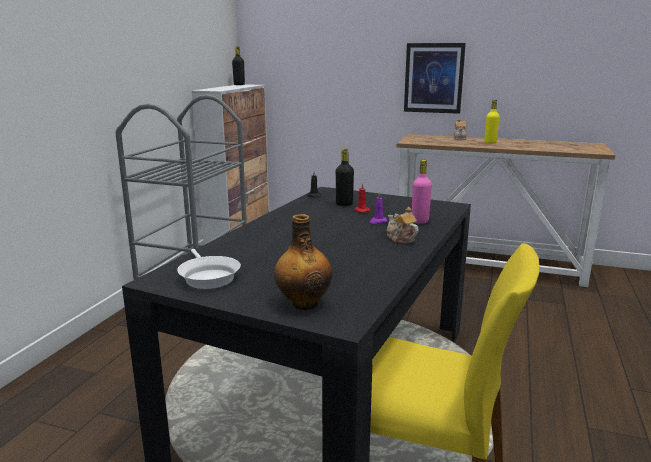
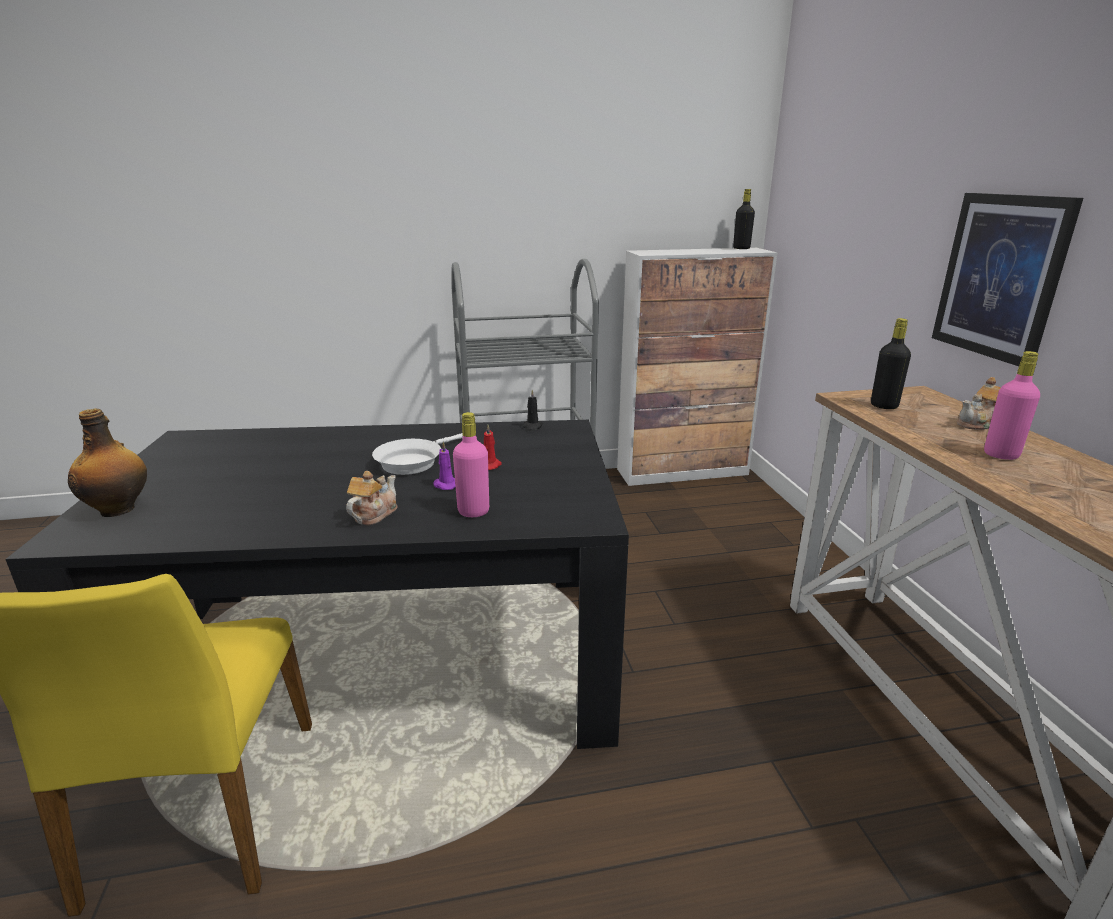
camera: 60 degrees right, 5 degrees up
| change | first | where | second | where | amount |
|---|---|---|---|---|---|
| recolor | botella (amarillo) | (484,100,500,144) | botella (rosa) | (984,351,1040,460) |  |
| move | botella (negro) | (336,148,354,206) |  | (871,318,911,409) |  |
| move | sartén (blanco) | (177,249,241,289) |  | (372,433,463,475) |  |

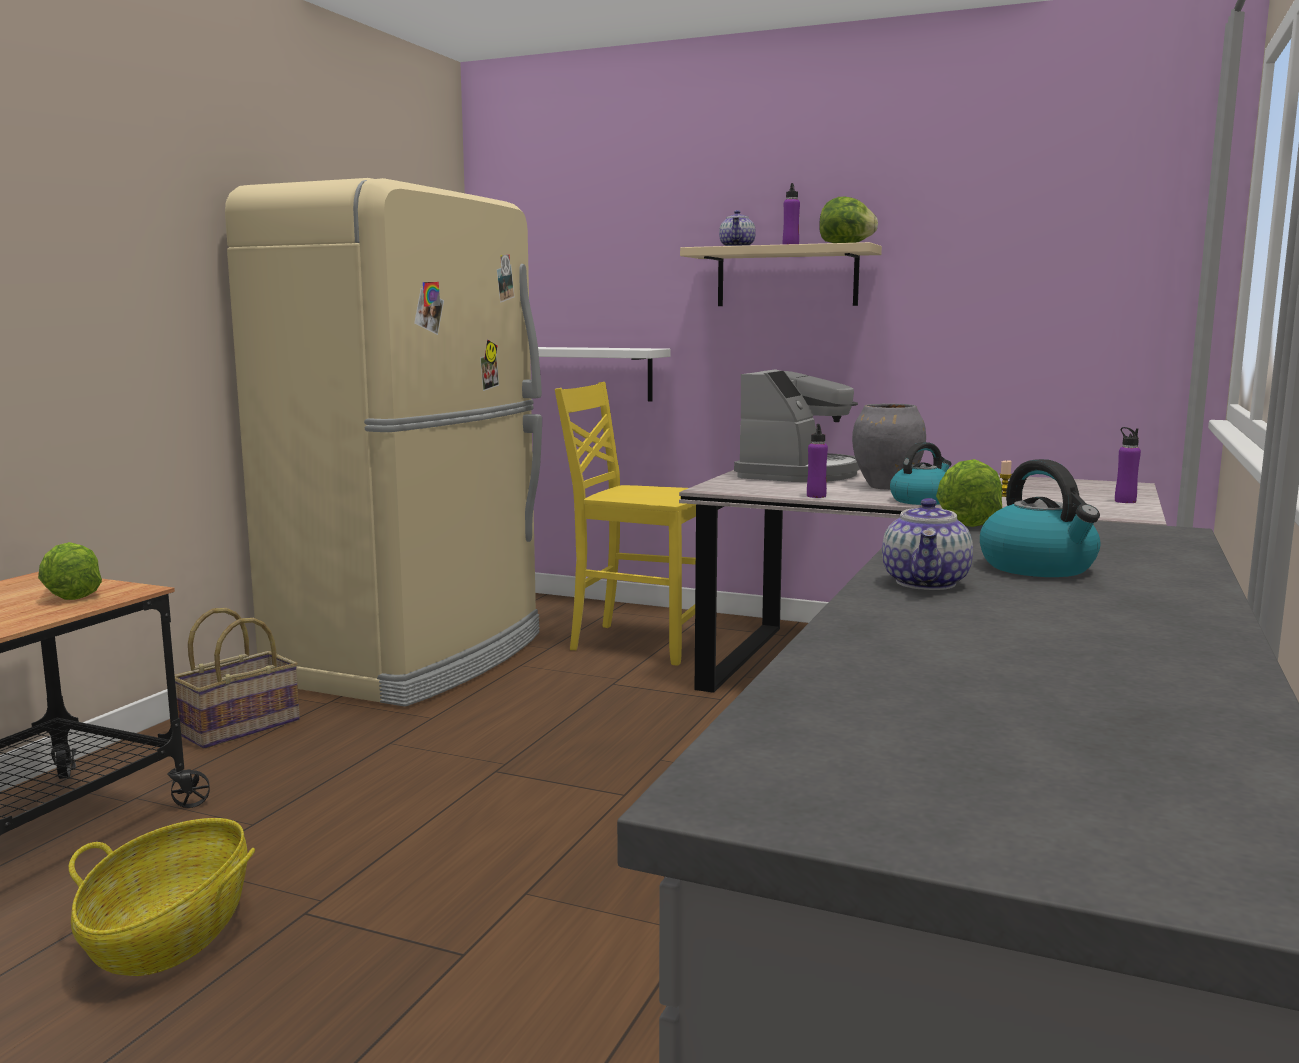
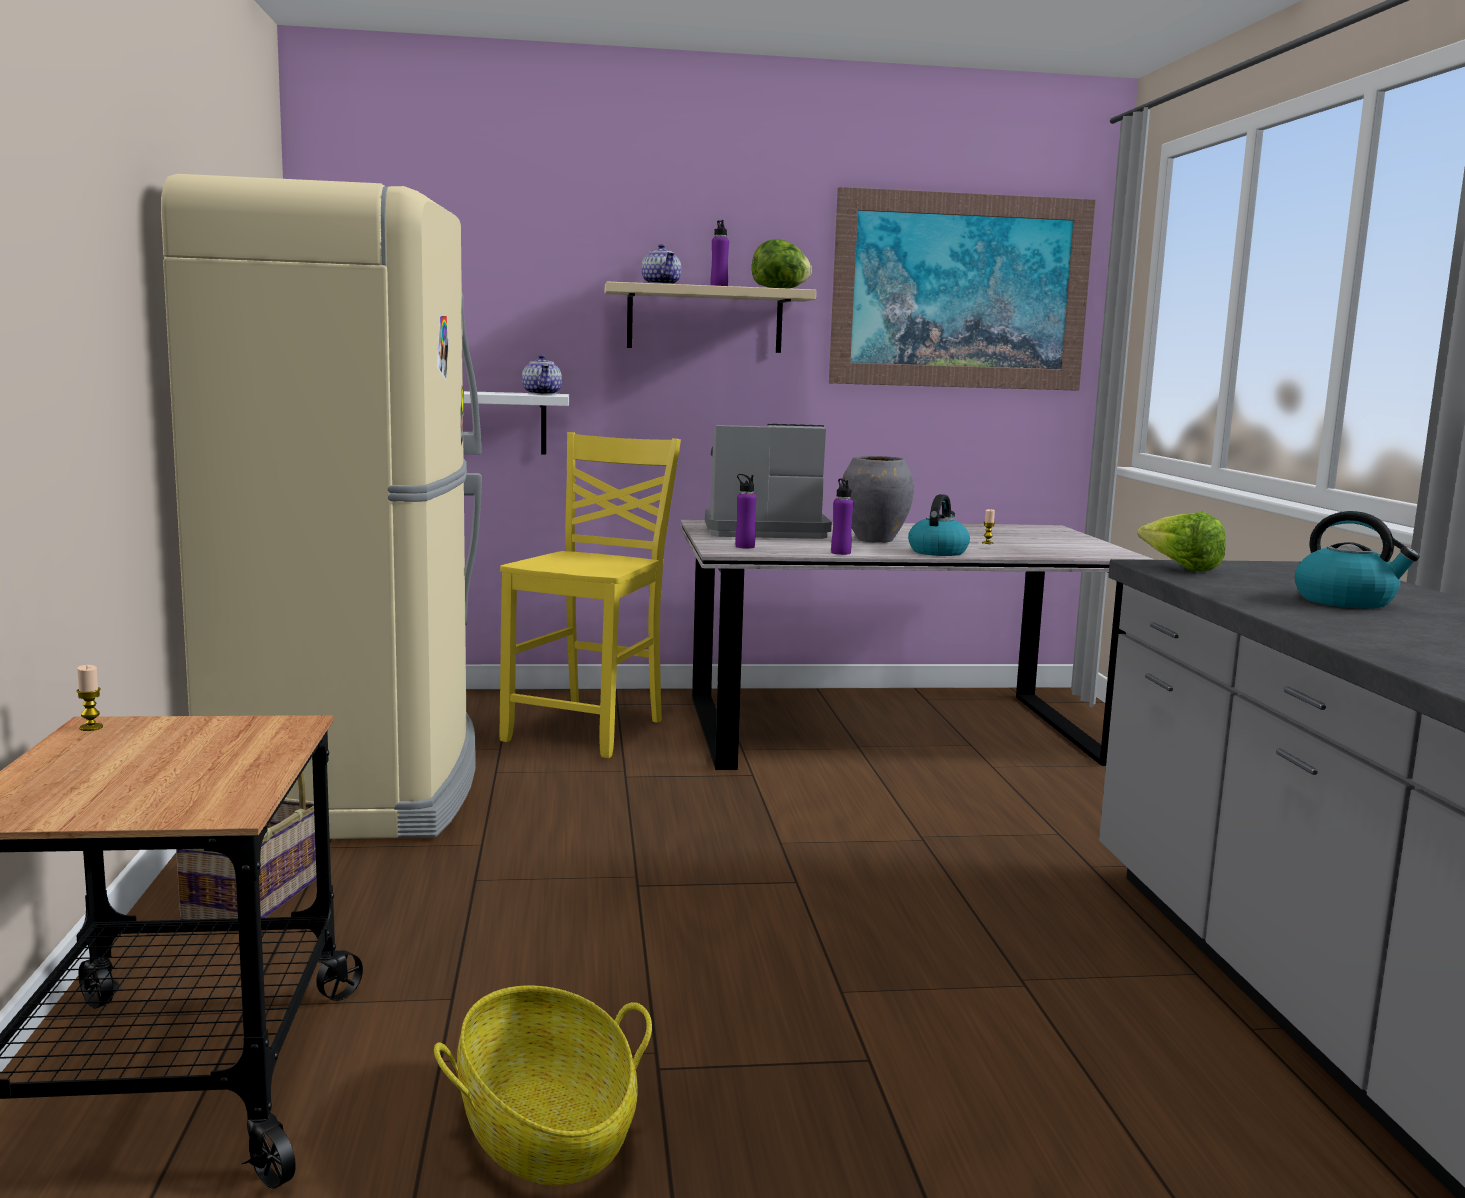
camera: 30 degrees left, 0 degrees up
| change | first | where | second | where | amount |
|---|---|---|---|---|---|
| rotate | cafetera | (734,369,860,482) |  | (705,424,832,539) | 90 degrees counterclockwise |
| rotate | silla (amarillo) | (555,382,696,666) |  | (500,432,681,758) | 120 degrees clockwise |
| move | botella (morado) | (1115,427,1141,503) |  | (735,474,757,548) |  |
| move | tetera | (882,498,973,590) |  | (522,354,562,395) |  |
| delete | lechuga | (38,542,102,600) |  |  |  |
| insert |  |  | cuadro | (829,187,1095,391) |  |
| insert |  |  | vela | (76,665,103,731) |  |

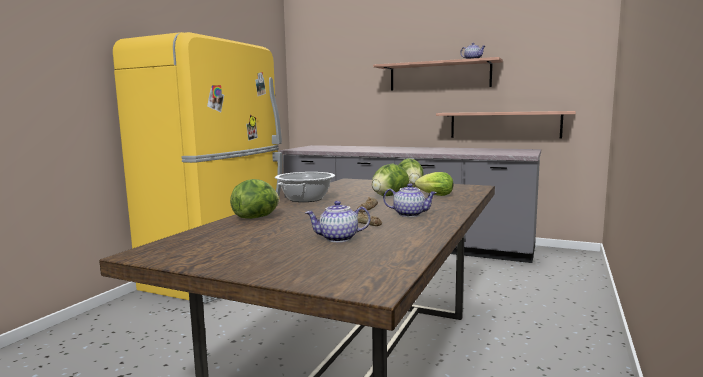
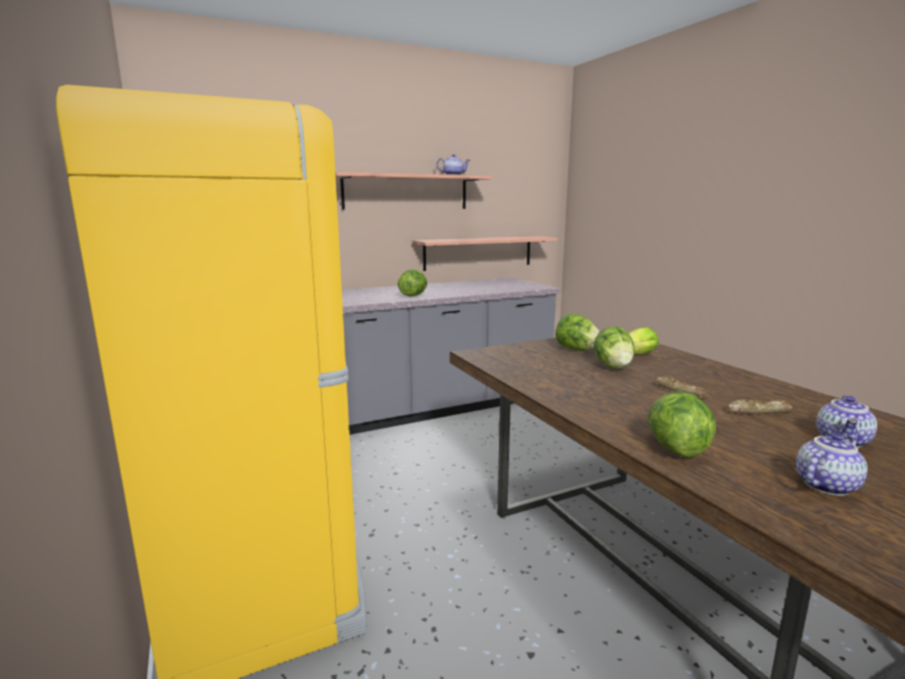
camera: 50 degrees left, 5 degrees up
| change | first | where | second | where | amount |
|---|---|---|---|---|---|
| delete | olla | (275,172,335,202) |  |  |  |
| move | tetera | (383,183,437,217) |  | (796,433,868,496) |  |
| insert |  |  | lechuga | (398,269,427,297) |  |

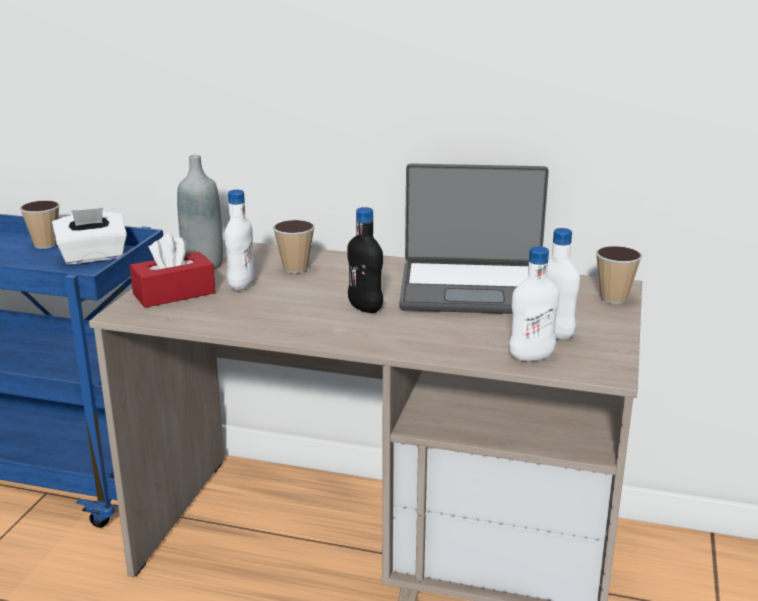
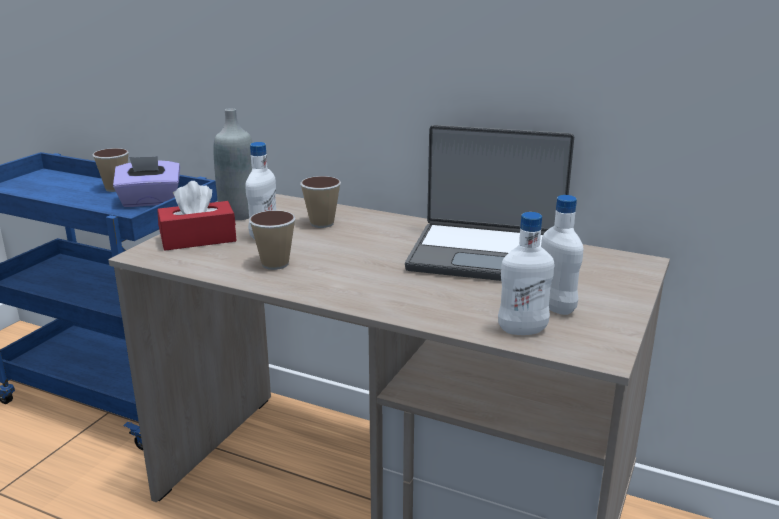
camera: 10 degrees right, 0 degrees up
| change | first | where | second | where | amount |
|---|---|---|---|---|---|
| delete | botella (negro) | (347,207,383,313) |  |  |  |
| recolor | caja de pañuelos (blanco) | (52,208,127,265) | caja de pañuelos (morado) | (113,156,180,207) |  |
| move | taza | (596,246,642,304) |  | (249,210,296,270) |  |

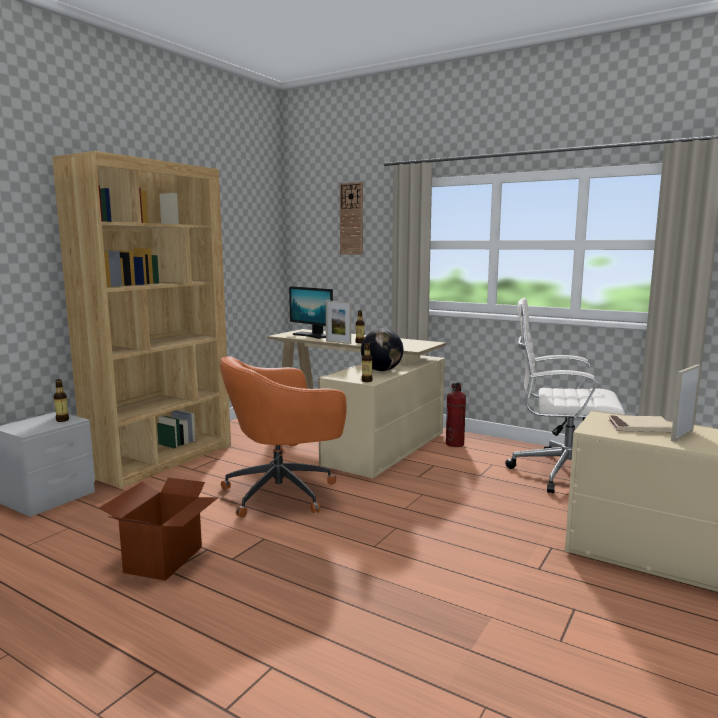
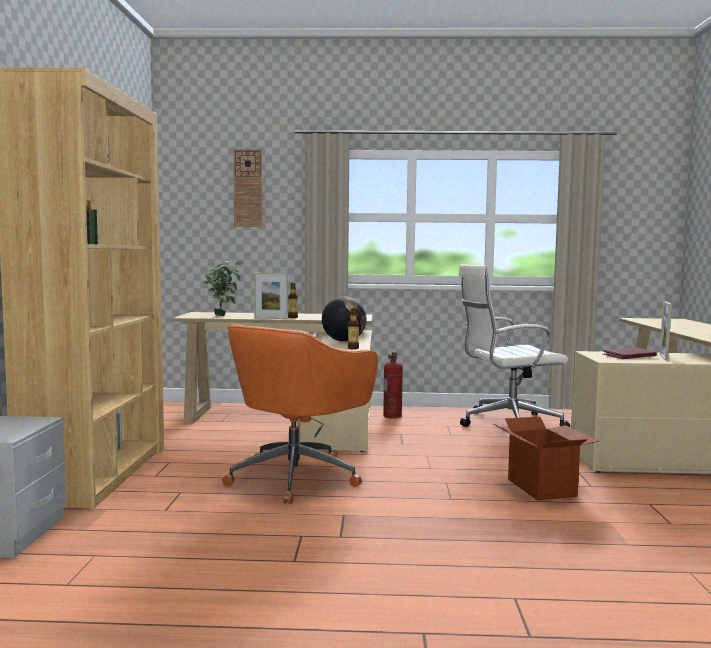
camera: 30 degrees left, 5 degrees down
| change | first | where | second | where | amount |
|---|---|---|---|---|---|
| replace | monitor | (289,286,333,339) | planta en maceta | (202,261,242,316) |  |
| delete | botella | (54,379,69,422) |  |  |  |
| recolor | libro (beis) | (608,415,672,432) | libro (rojo) | (603,347,657,359) |  |
| move | caja de cartón | (99,478,219,581) |  | (493,417,599,500) |  |

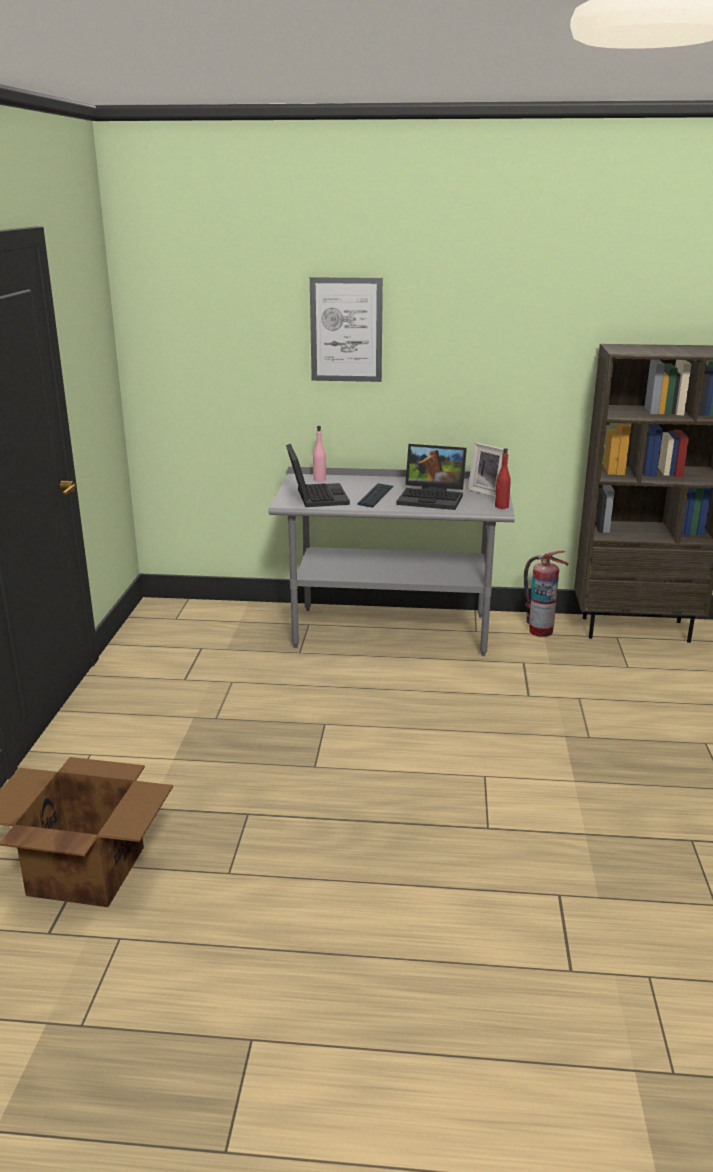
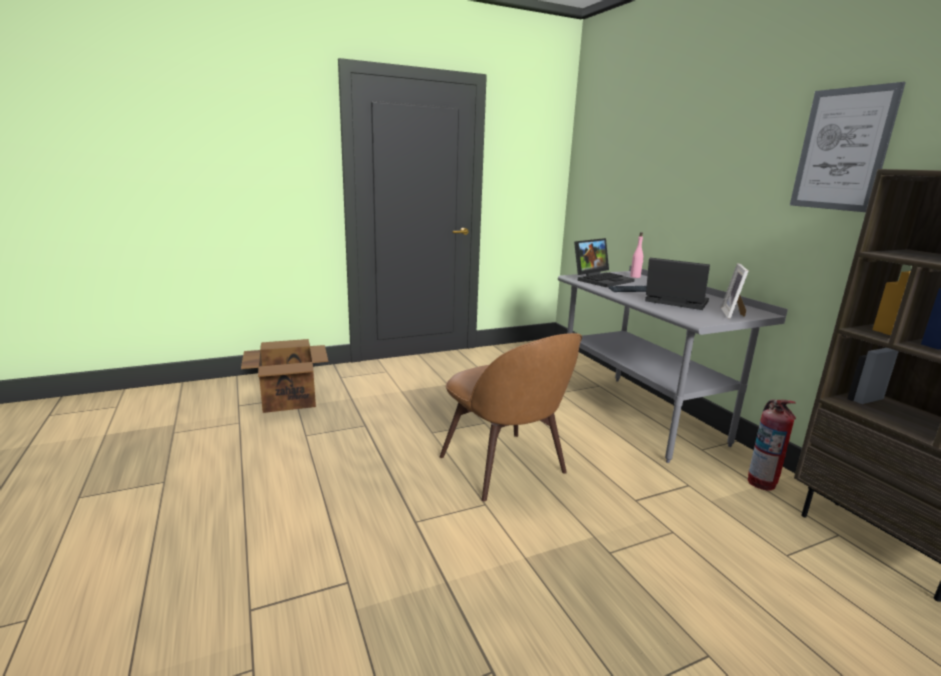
camera: 60 degrees right, 5 degrees down
| change | first | where | second | where | amount |
|---|---|---|---|---|---|
| move | cuadro | (310,277,383,382) |  | (790,82,906,212) |  |
| rotate | portátil | (396,444,467,510) |  | (645,258,710,310) | 135 degrees clockwise |
| delete | botella (rojo) | (495,448,511,509) |  |  |  |
| insert |  |  | silla (marrón) | (440,333,582,502) |  |

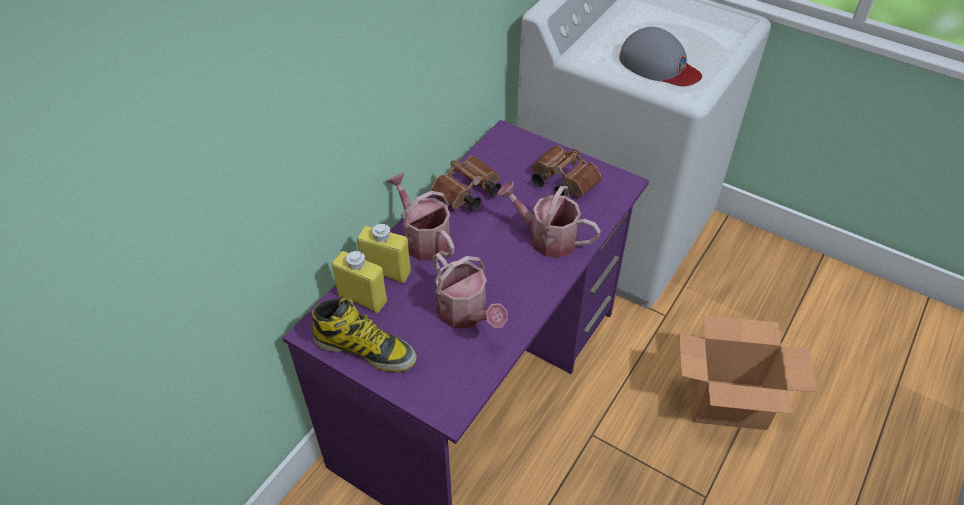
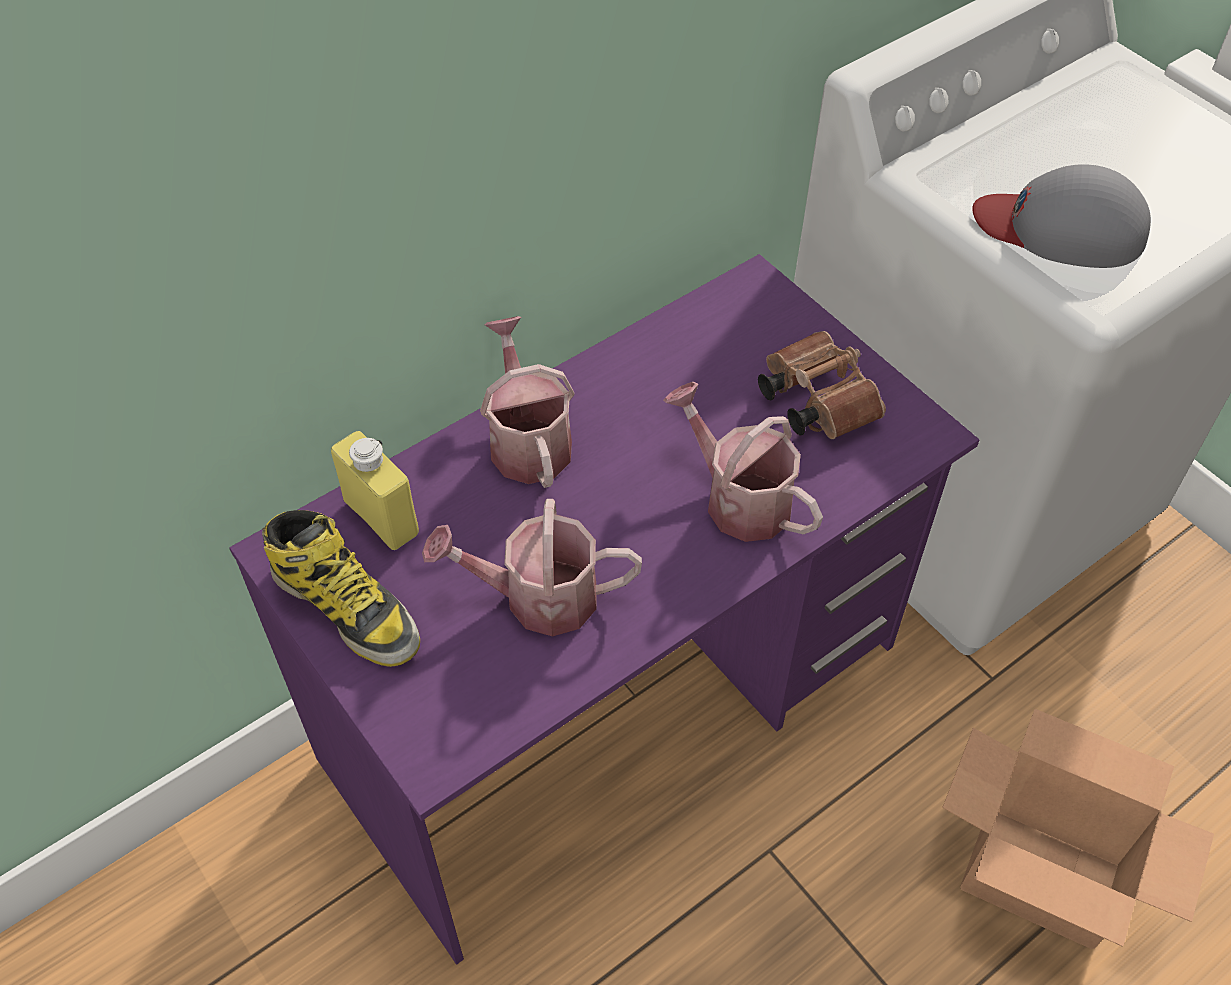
camera: 20 degrees right, 5 degrees up
| change | first | where | second | where | amount |
|---|---|---|---|---|---|
| rotate | gorra (gris) | (619,27,702,86) |  | (972,164,1151,268) | 135 degrees clockwise |
| delete | prismáticos (marrón) | (430,156,501,211) |  |  |  |
| delete | botella (amarillo) | (357,223,411,283) |  |  |  |
| rotate | regadera | (432,253,508,328) |  | (422,499,642,636) | 105 degrees clockwise |

